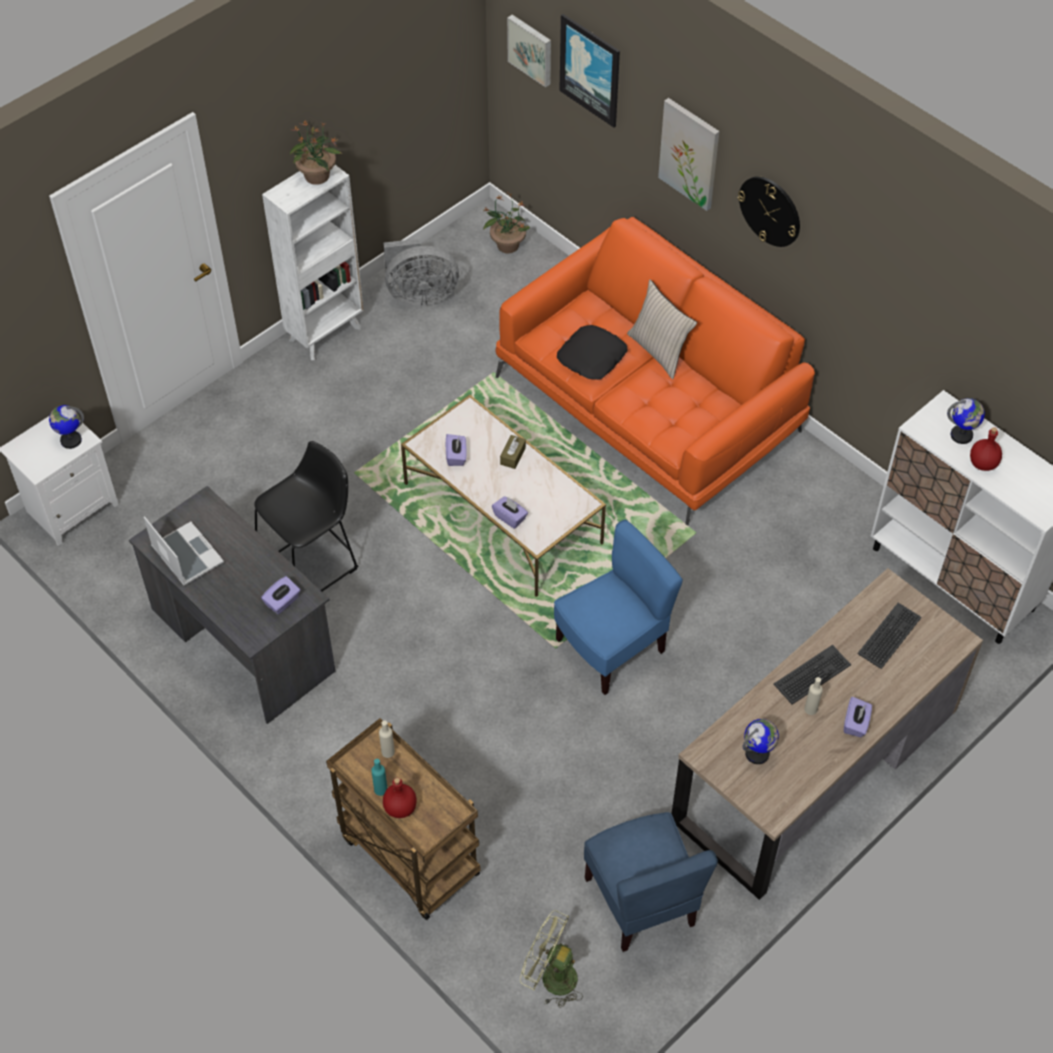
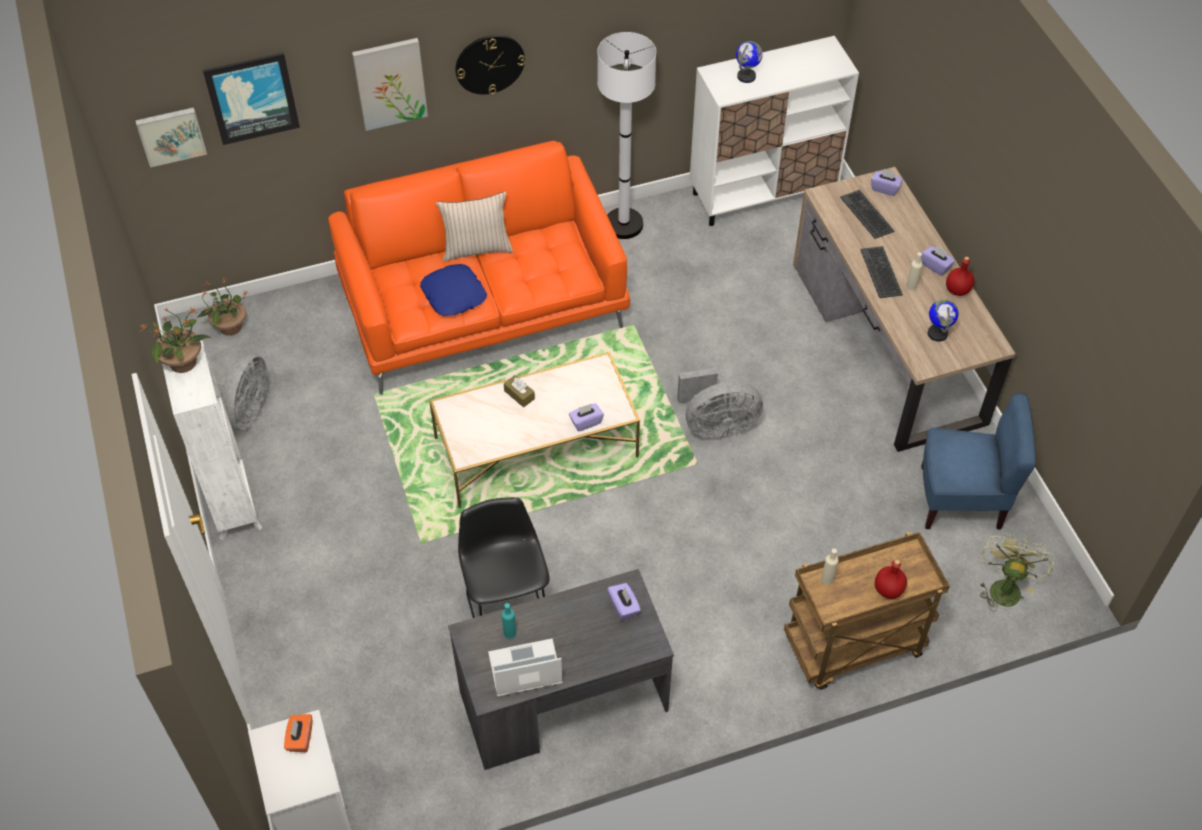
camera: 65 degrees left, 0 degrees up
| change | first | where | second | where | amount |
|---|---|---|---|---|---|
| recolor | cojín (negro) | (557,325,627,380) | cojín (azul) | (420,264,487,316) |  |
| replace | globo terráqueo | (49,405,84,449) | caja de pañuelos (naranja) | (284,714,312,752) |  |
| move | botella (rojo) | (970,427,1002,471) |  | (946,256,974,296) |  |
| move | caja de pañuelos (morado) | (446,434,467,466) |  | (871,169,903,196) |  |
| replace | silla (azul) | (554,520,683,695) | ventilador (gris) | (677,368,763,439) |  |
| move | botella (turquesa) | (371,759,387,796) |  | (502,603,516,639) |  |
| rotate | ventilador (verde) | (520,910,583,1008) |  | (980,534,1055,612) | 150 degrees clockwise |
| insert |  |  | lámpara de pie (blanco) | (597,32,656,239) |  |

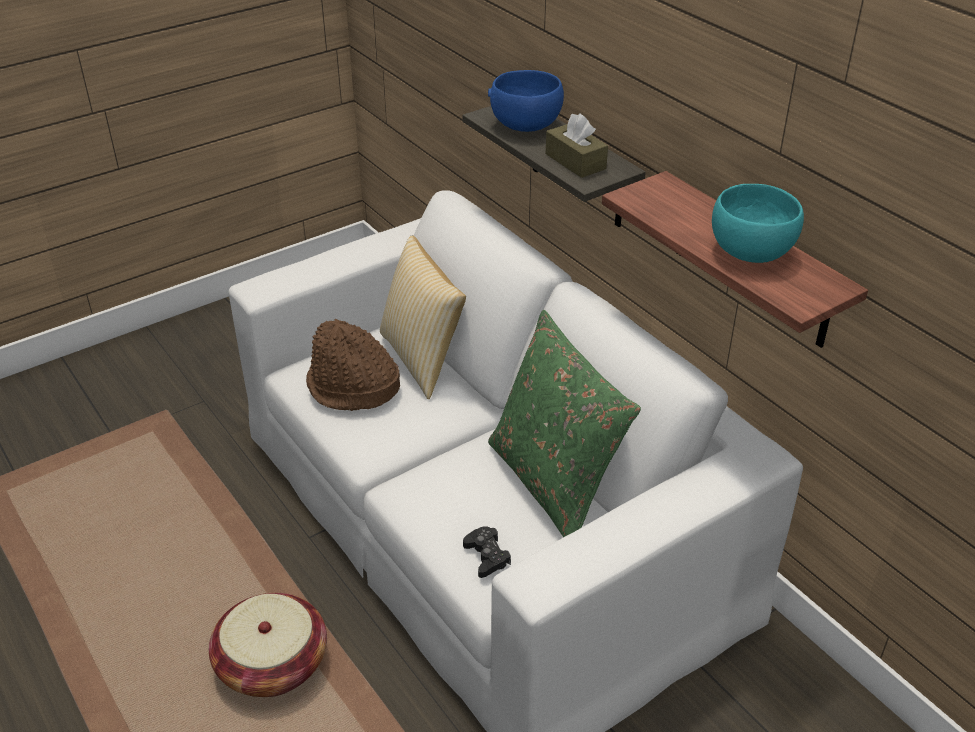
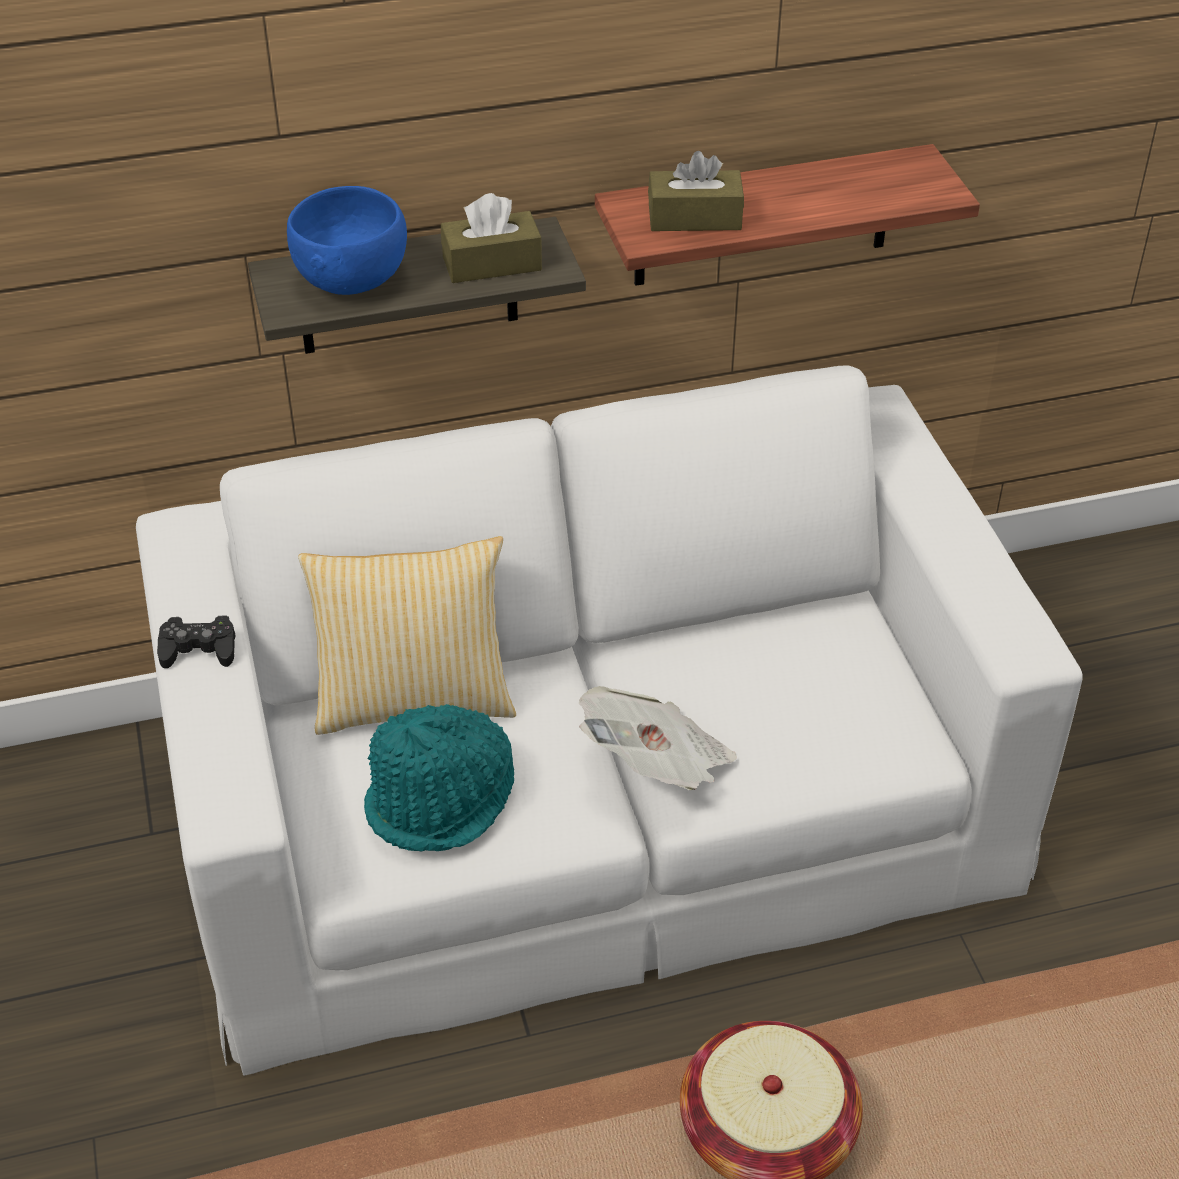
camera: 70 degrees left, 5 degrees up
| change | first | where | second | where | amount |
|---|---|---|---|---|---|
| delete | cuenco (turquesa) | (712,184,804,263) |  |  |  |
| delete | cojín (verde) | (488,310,641,537) |  |  |  |
| recolor | sombrero (marrón) | (306,319,400,411) | sombrero (turquesa) | (364,704,514,851) |  |
| move | mando de consola (negro) | (463,526,511,578) |  | (157,616,236,668) |  |
| insert |  |  | caja de pañuelos (marrón) | (648,151,744,231) |  |
| insert |  |  | periódico | (579,686,737,790) |  |

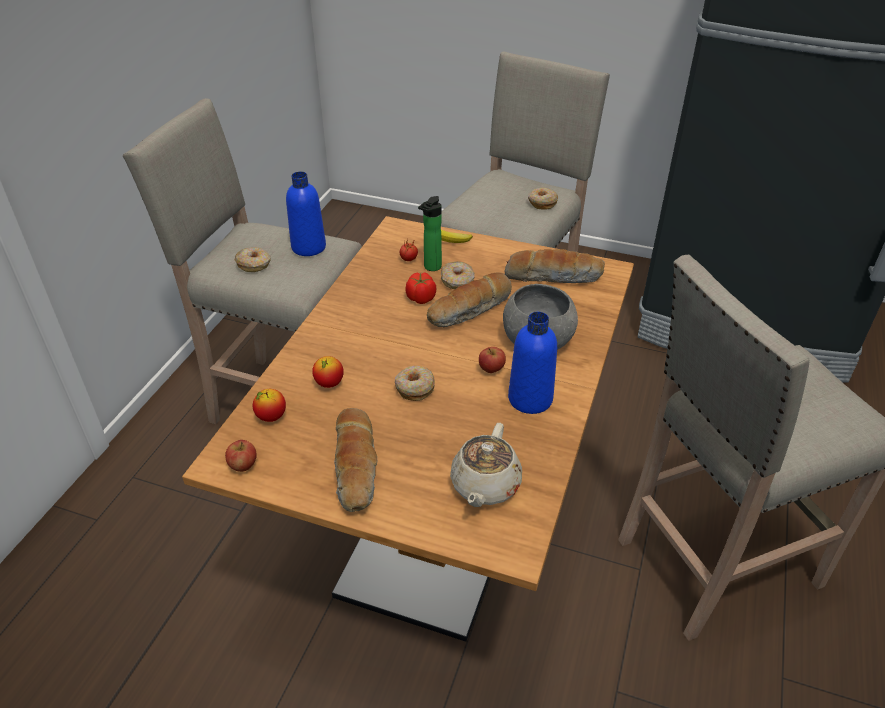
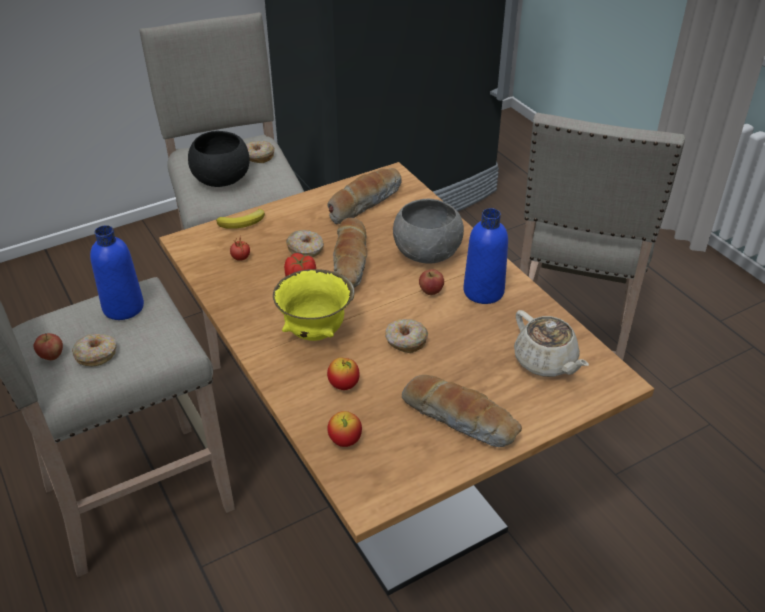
camera: 50 degrees left, 0 degrees up
| change | first | where | second | where | amount |
|---|---|---|---|---|---|
| delete | botella | (418,196,442,271) |  |  |  |
| move | manzana | (225,440,257,472) |  | (33,333,63,360) |  |
| insert |  |  | cuenco (negro) | (188,131,250,187) |  |
| insert |  |  | cuenco (amarillo) | (273,269,355,341) |  |

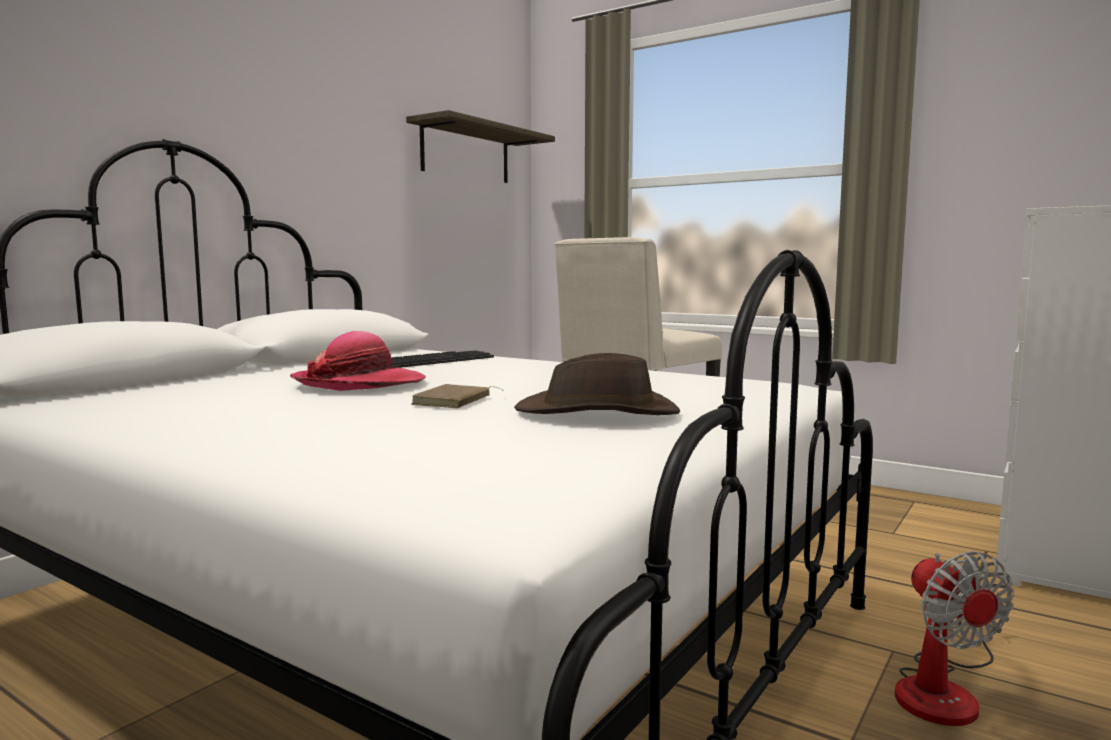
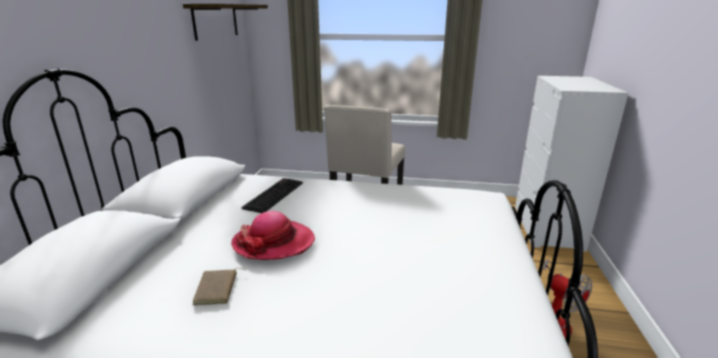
camera: 25 degrees left, 15 degrees up
| change | first | where | second | where | amount |
|---|---|---|---|---|---|
| delete | sombrero (marrón) | (514,353,680,415) |  |  |  |
| move | libro (marrón) | (412,384,504,408) |  | (193,268,245,305) |  |

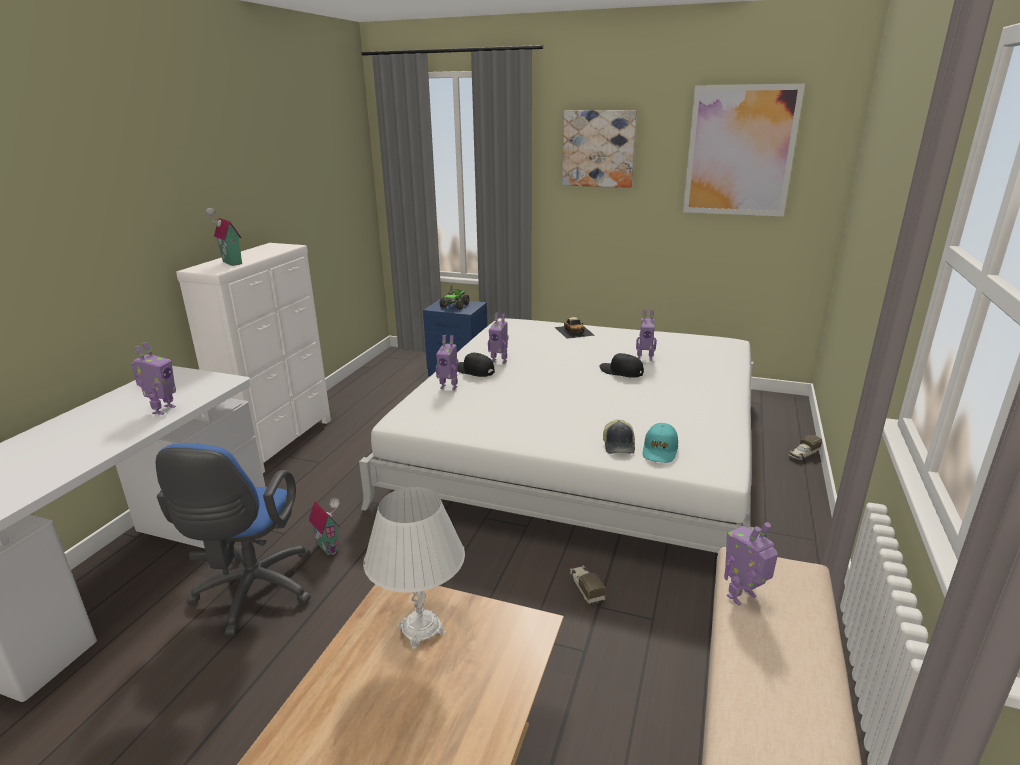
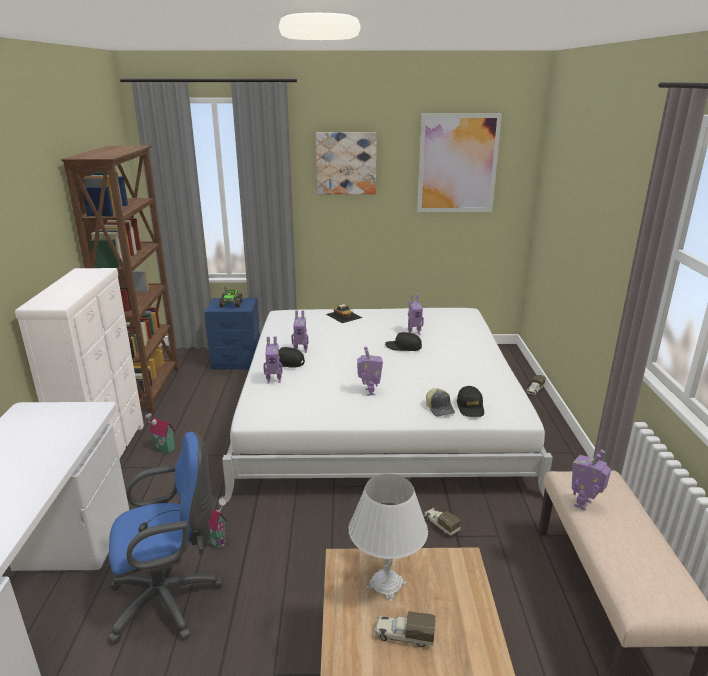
camera: 20 degrees left, 0 degrees up
| change | first | where | second | where | amount |
|---|---|---|---|---|---|
| move | casita | (206,208,242,266) |  | (145,413,175,453) |  |
| move | robot de juguete | (131,342,176,415) |  | (357,346,383,396) |  |
| recolor | gorra (turquesa) | (643,423,678,463) | gorra (negro) | (457,386,484,417) |  |
| rotate | silla de oficina (azul) | (156,443,311,636) |  | (107,432,223,645) | 90 degrees counterclockwise |
| insert |  |  | estantería (marrón) | (61,146,179,414) |  |
| insert |  |  | camión de juguete | (374,611,436,647) |  |

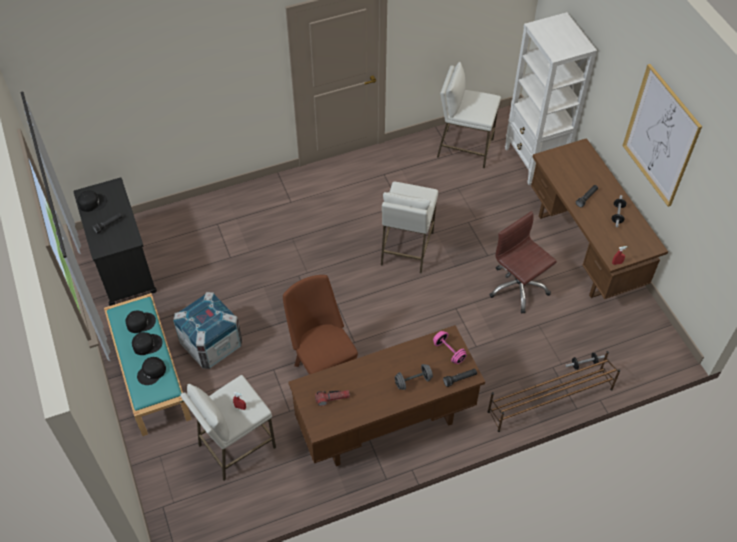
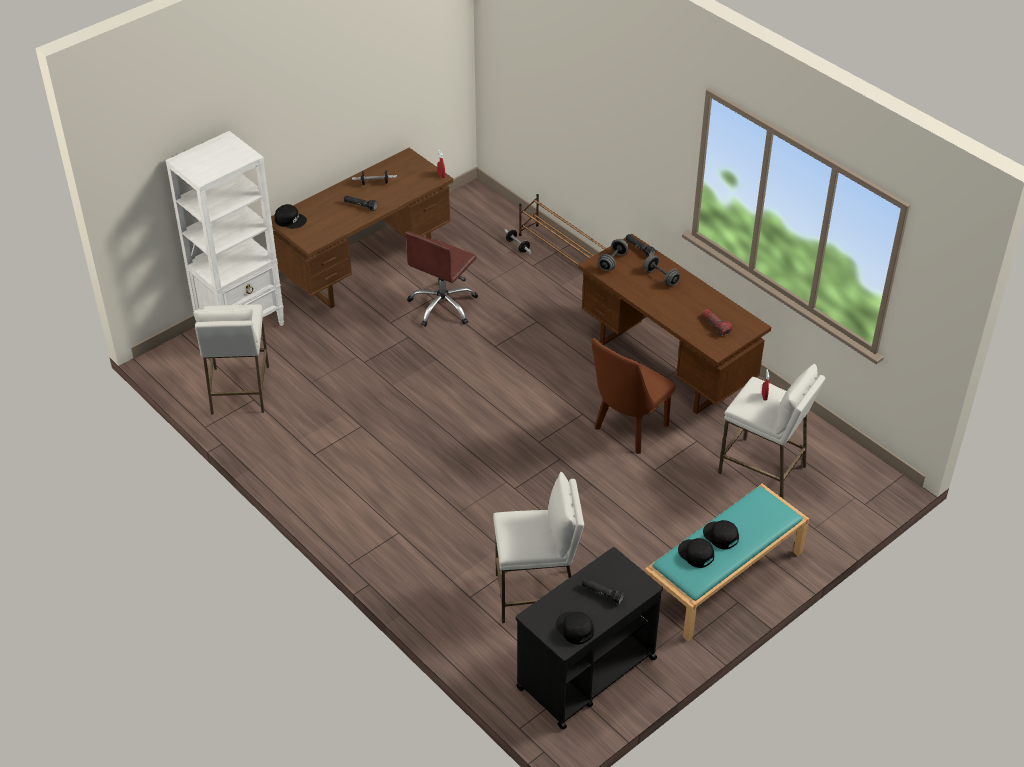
camera: 110 degrees left, 10 degrees down
| change | first | where | second | where | amount |
|---|---|---|---|---|---|
| delete | cuadro | (623,64,702,207) |  |  |  |
| move | taburete (blanco) | (381,181,438,273) |  | (493,472,584,623) |  |
| delete | caja de embalaje | (173,292,242,369) |  |  |  |
| recolor | mancuerna (rosa) | (433,331,467,364) | mancuerna (gris) | (598,239,628,271) |  |
| move | gorra (negro) | (137,357,166,385) |  | (275,204,307,229) |  |

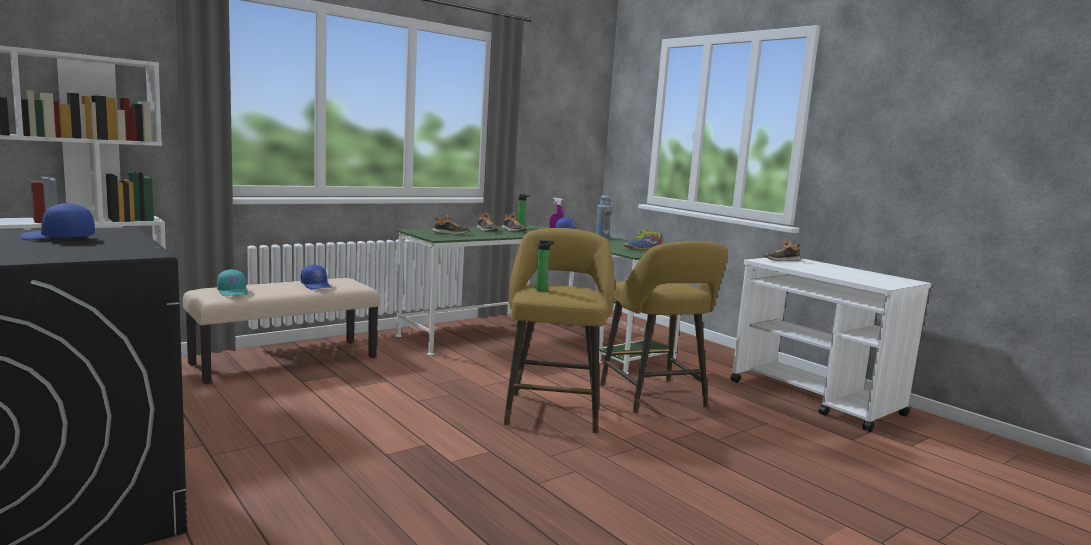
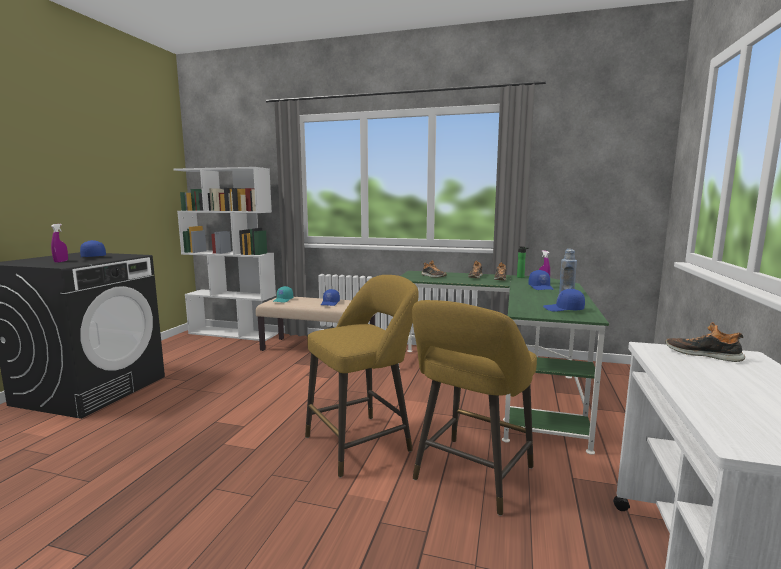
camera: 55 degrees right, 0 degrees up
| change | first | where | second | where | amount |
|---|---|---|---|---|---|
| replace | zapato | (624,229,662,250) | gorra (azul) | (543,289,585,312) |  |
| delete | botella | (535,240,554,291) |  |  |  |
| insert |  |  | pulverizador (morado) | (51,224,68,263) |  |

